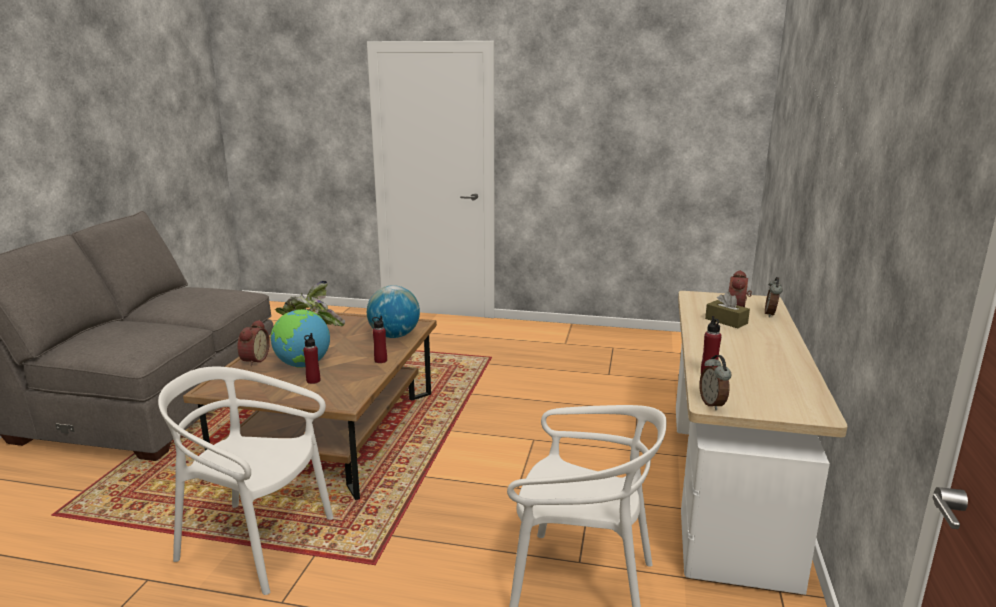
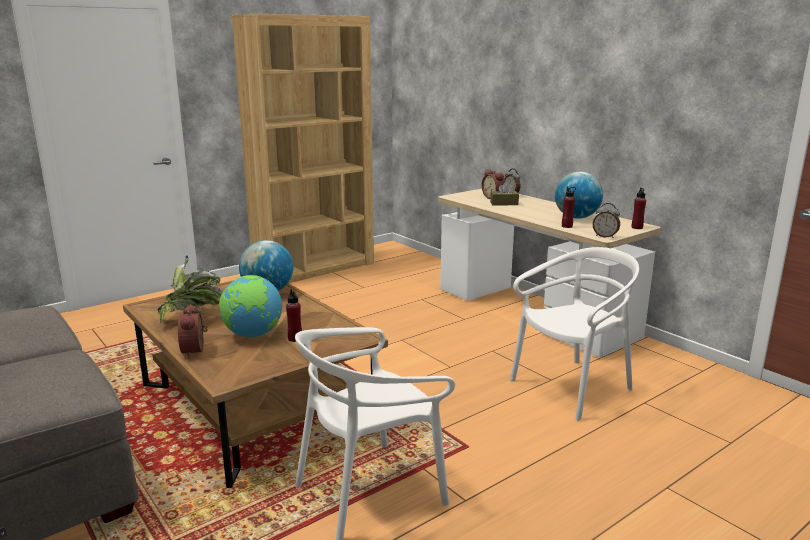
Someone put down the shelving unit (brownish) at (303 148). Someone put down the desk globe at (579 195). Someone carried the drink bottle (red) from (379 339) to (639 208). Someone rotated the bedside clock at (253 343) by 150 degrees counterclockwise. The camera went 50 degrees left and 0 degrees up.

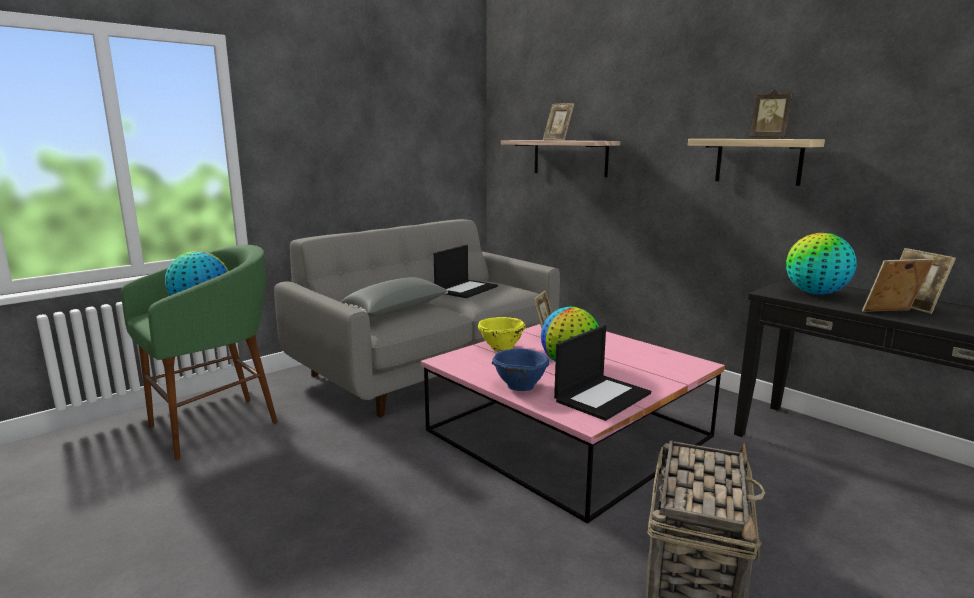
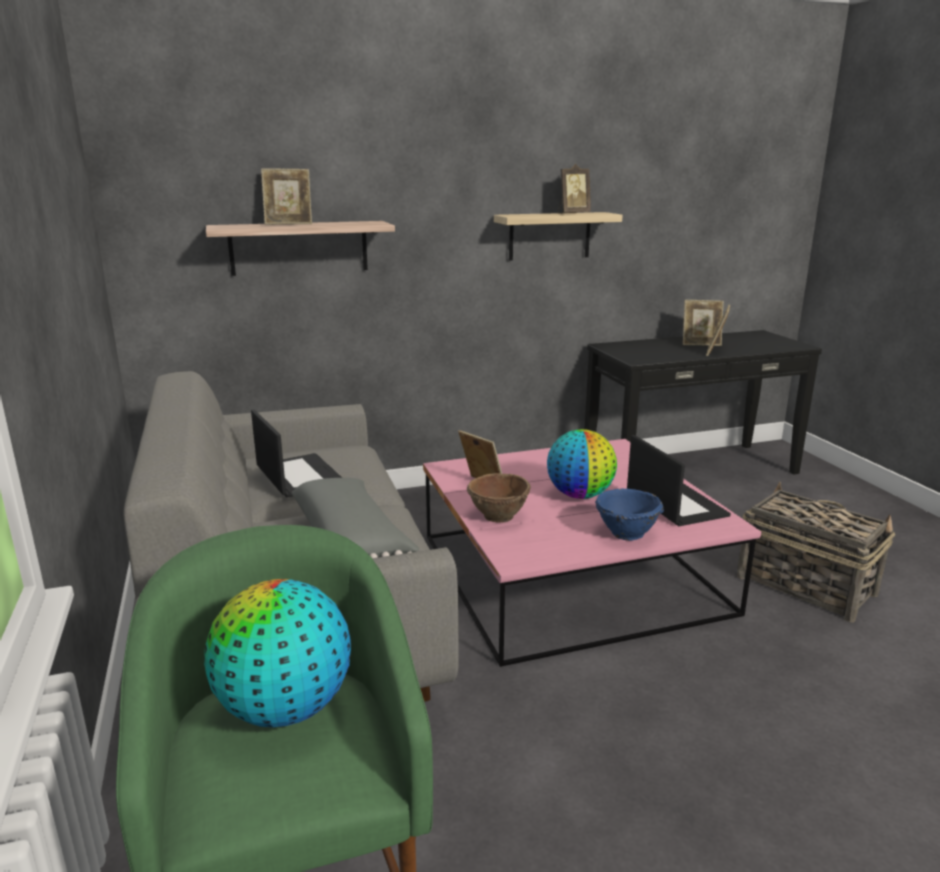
Someone took away the desk globe at (821 264). Someone repainted the deep dish (yellow) at (502 334), which became the deep dish (brownish) at (499 498). The camera went 65 degrees left and 5 degrees up.

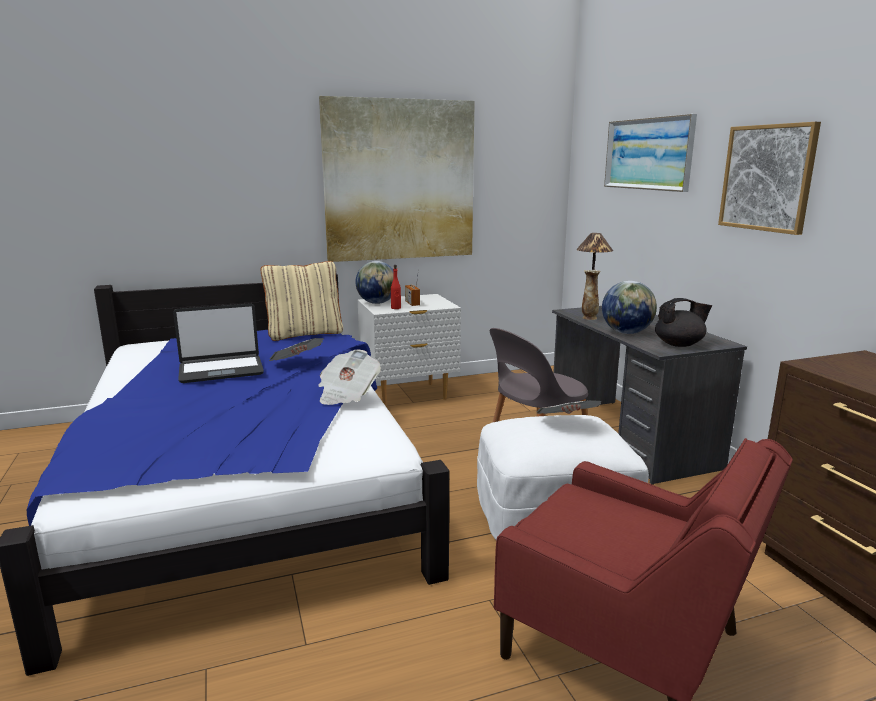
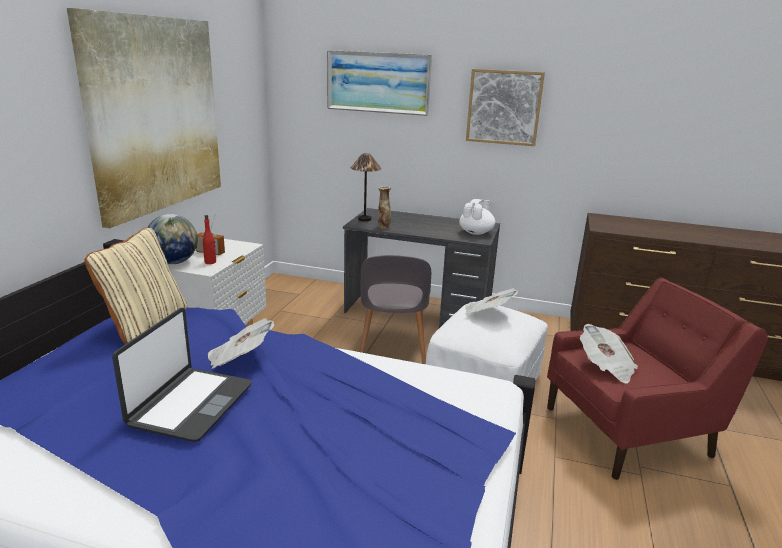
Someone took away the desk globe at (629 307). Someone carried the newspaper from (349 377) to (609 354). Someone repainted the pot for tea (black) at (683 322), which became the pot for tea (white-coloured) at (477 217). The camera went 55 degrees left and 5 degrees up.

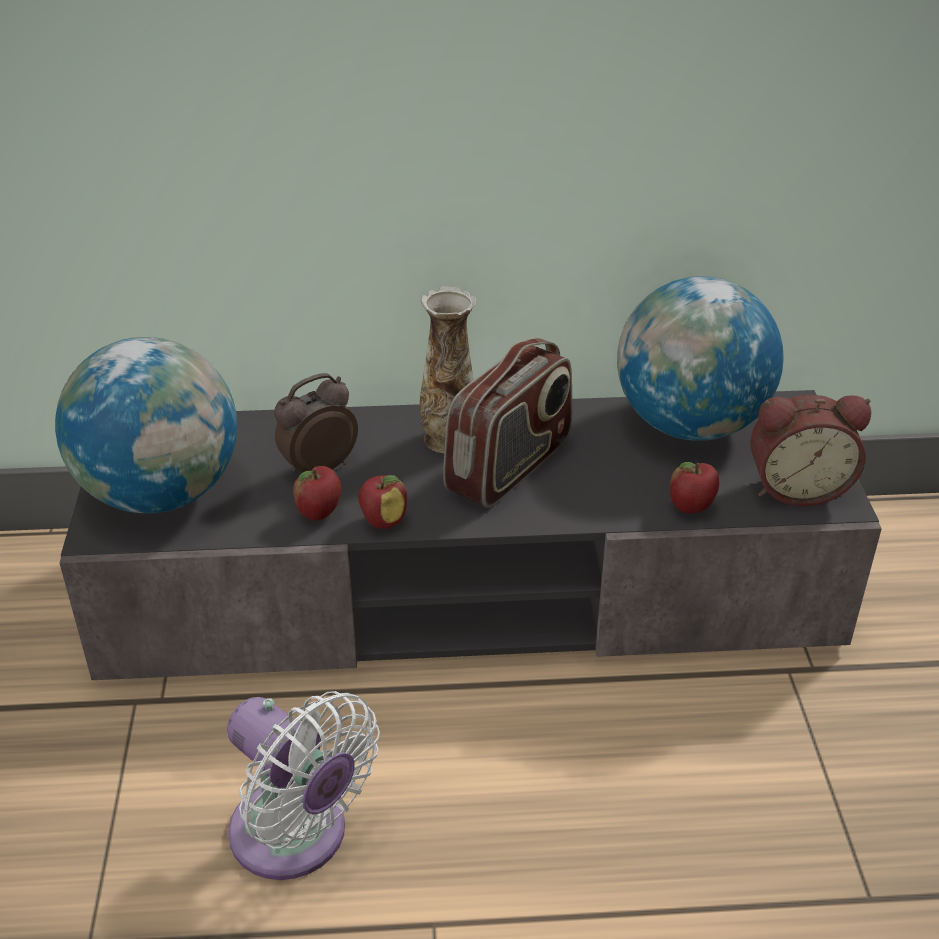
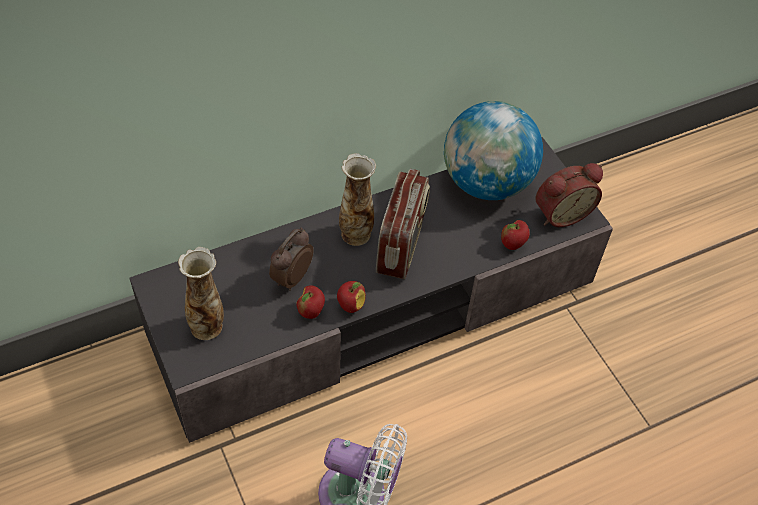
Someone swapped the desk globe at (146 425) for the vase at (201 293). The camera went 25 degrees left and 15 degrees up.

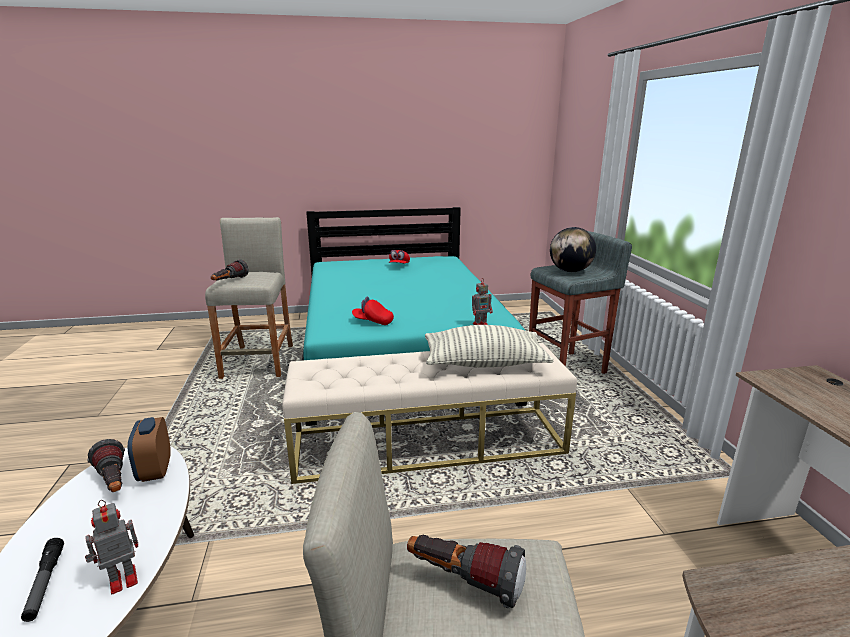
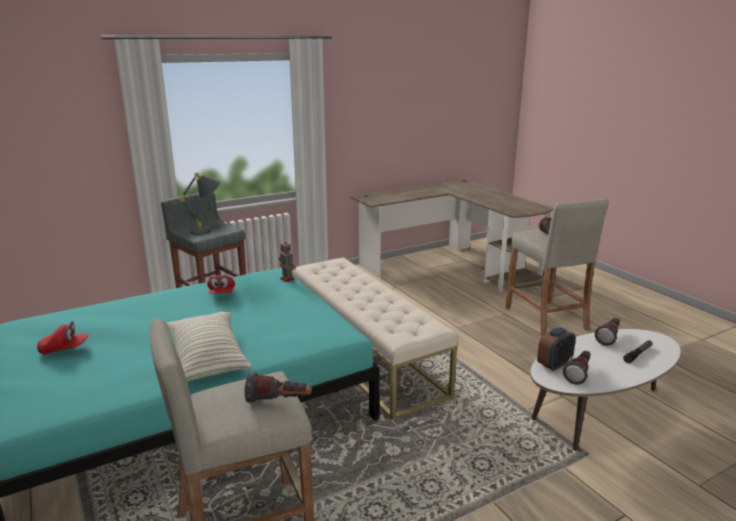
Someone carried the baseball cap (red) from (373 311) to (221 284). Someone carried the throw pillow from (489 346) to (209 346). Someone swapped the robot figure at (111 547) for the torch at (607 332). Someone swapped the desk globe at (573 249) for the lamp for a table (greyish) at (200 203). The camera went 110 degrees left and 0 degrees up.

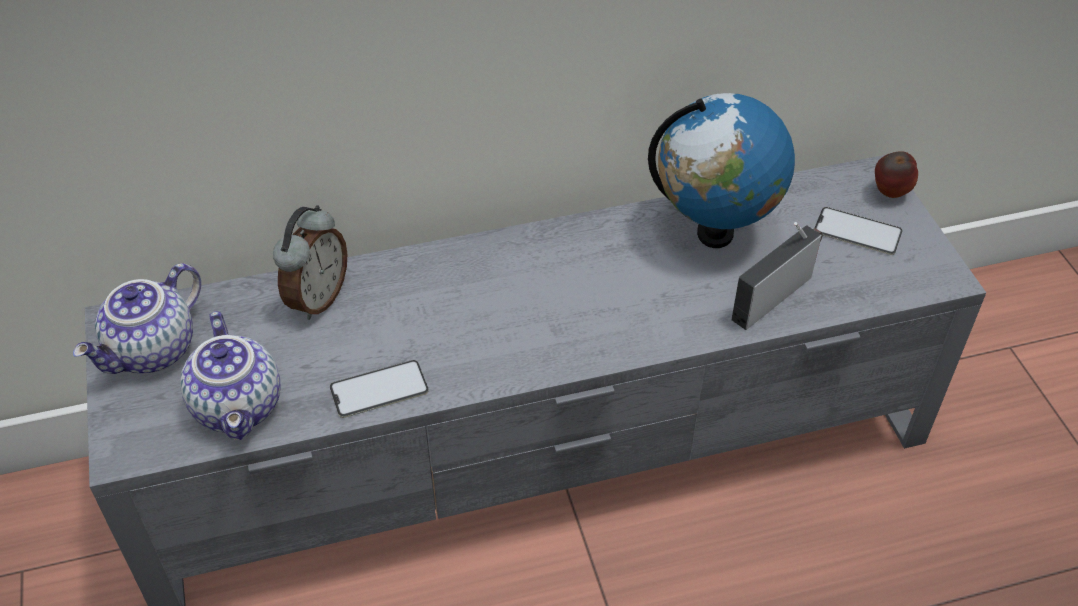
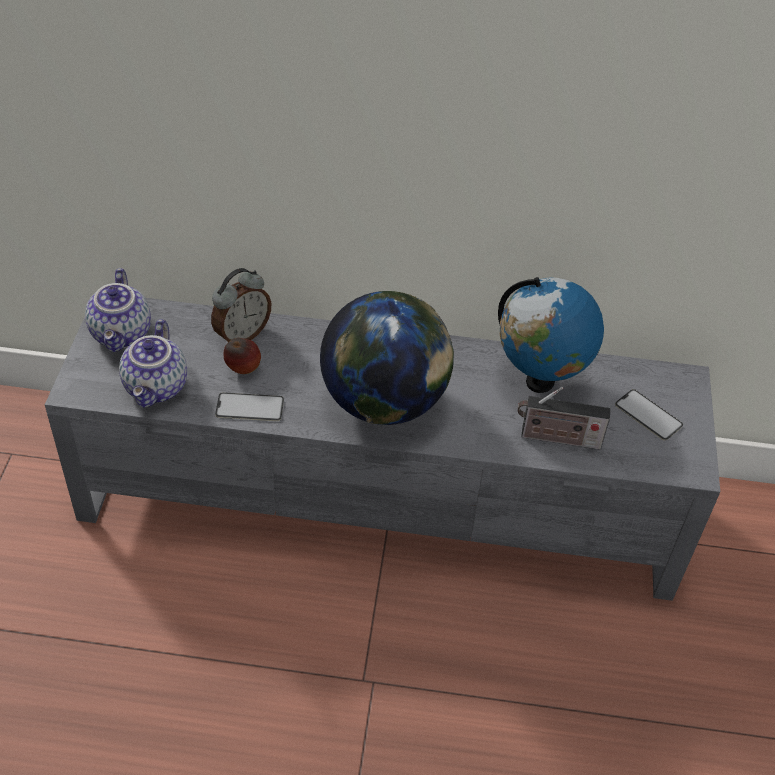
Someone put down the desk globe at (387 358). Someone carried the apple fruit from (896 174) to (242 356). Someone rotated the pot for tea at (137 318) by 60 degrees counterclockwise. Someone rotated the radio at (777 276) by 150 degrees counterclockwise. The camera went 20 degrees right and 0 degrees up.

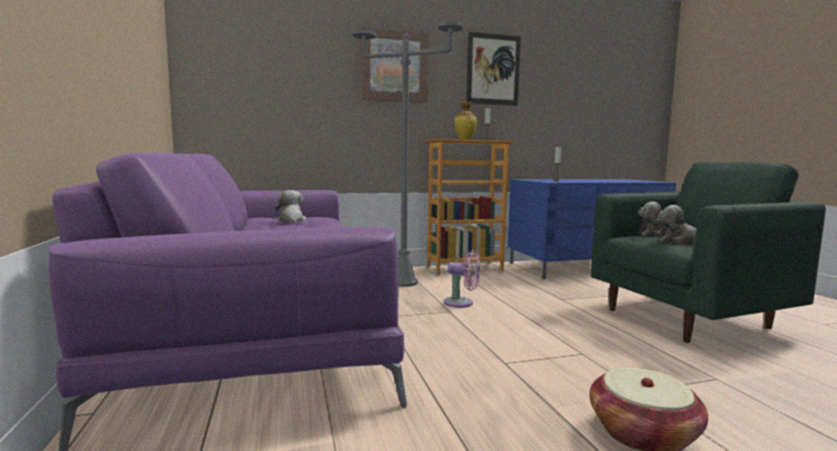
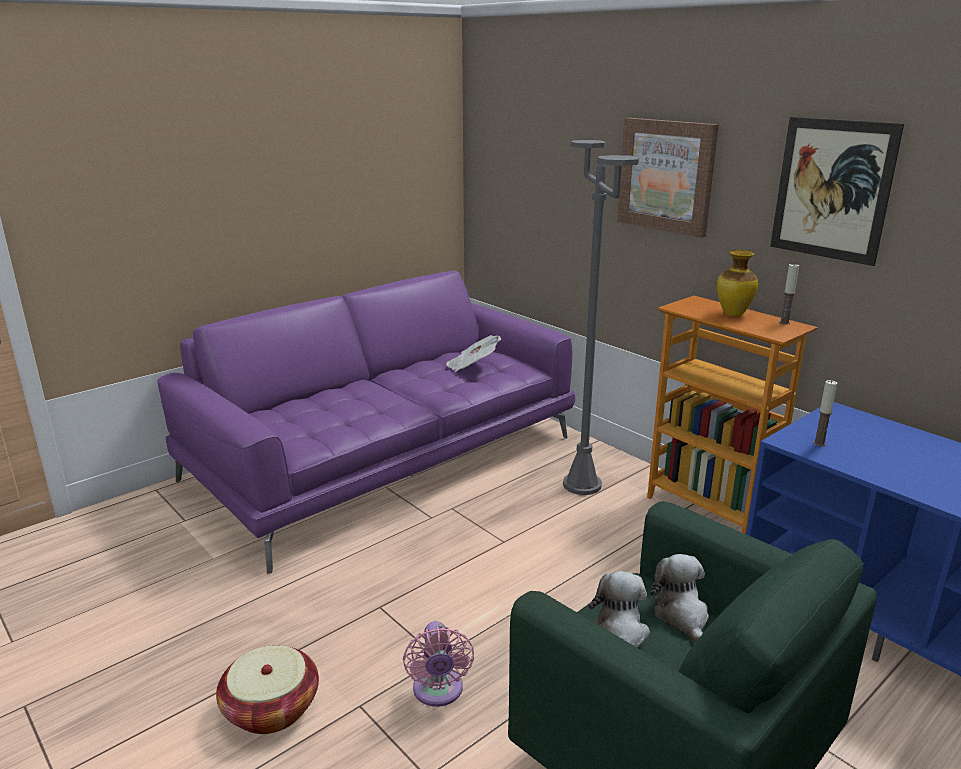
Someone carried the cooling fan (pinkish) from (462 279) to (438 664). Someone swapped the plush toy at (291 207) for the newspaper at (473 353). The camera went 65 degrees right and 15 degrees up.

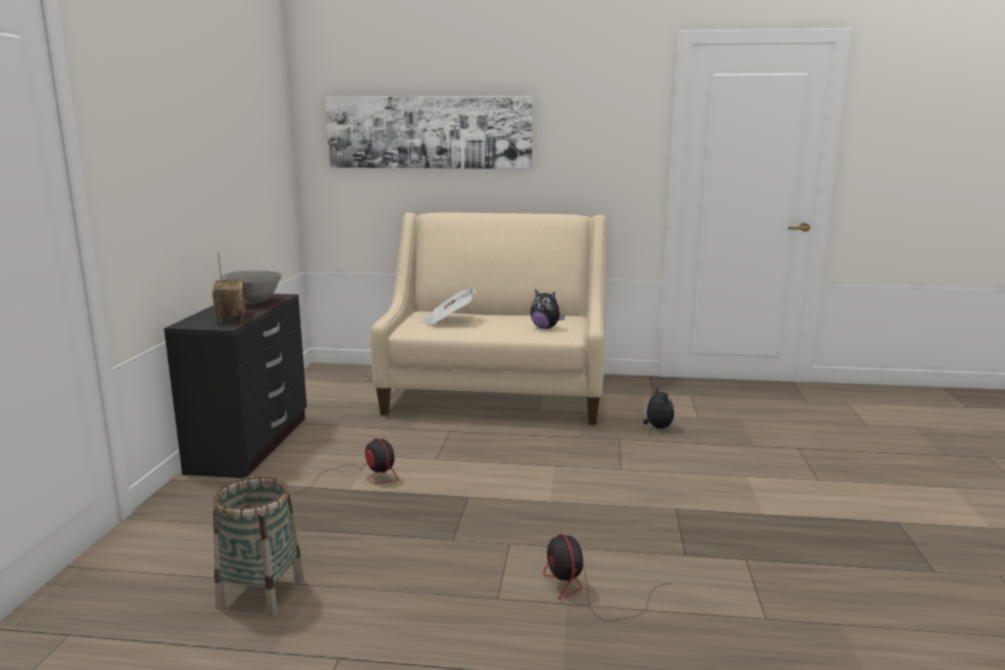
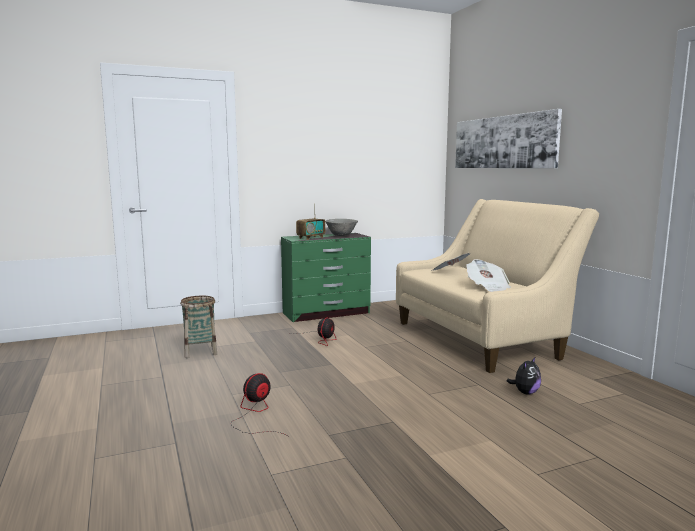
Someone swapped the plush toy at (547 309) for the newspaper at (488 275). Someone repainted the chest of drawers (black) at (235 386), which became the chest of drawers (greenish) at (326 277). The camera went 60 degrees right and 5 degrees down.

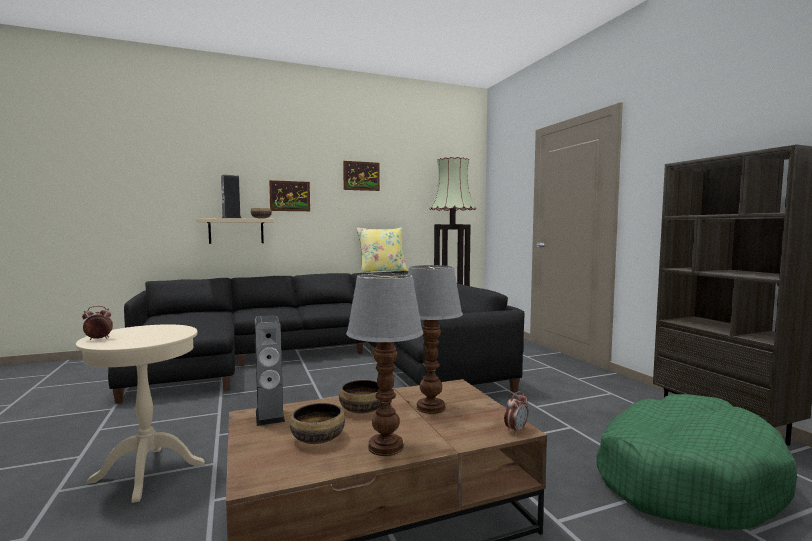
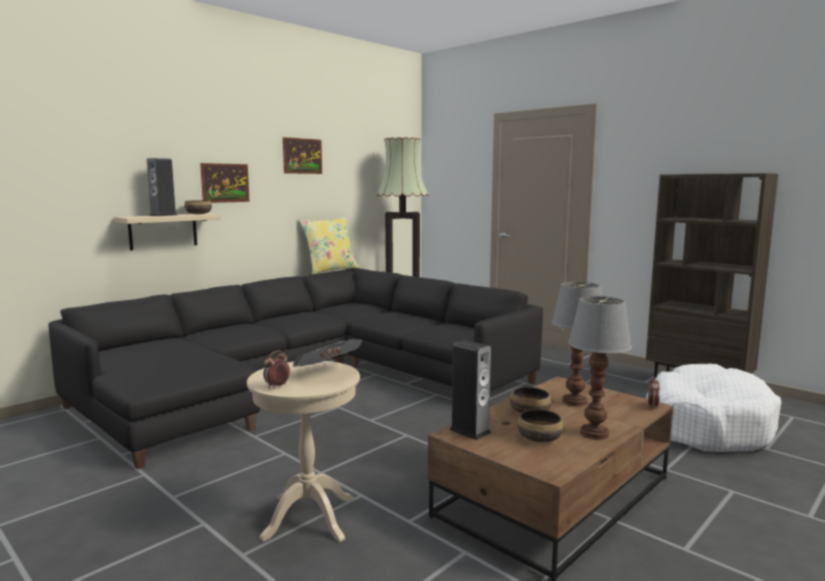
Someone put down the newspaper at (327 353). Someone repainted the dog bed (greenish) at (696 462), which became the dog bed (white-coloured) at (713 408). The camera went 25 degrees left and 5 degrees up.

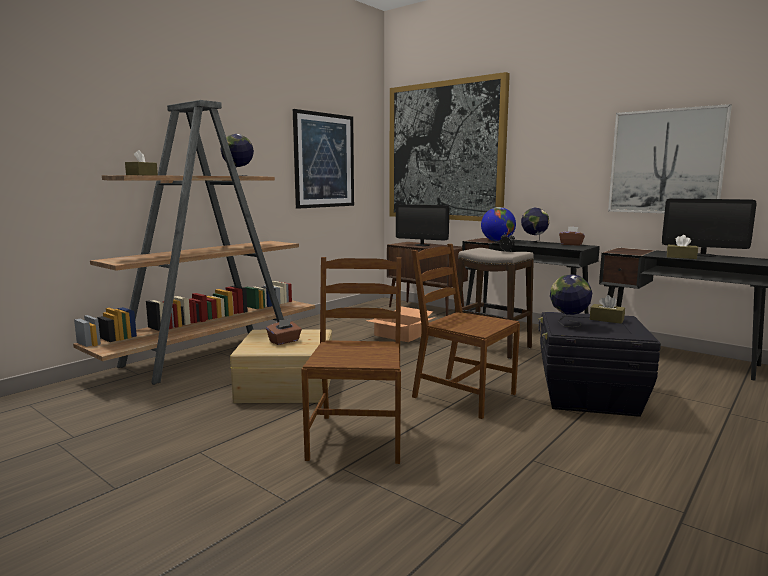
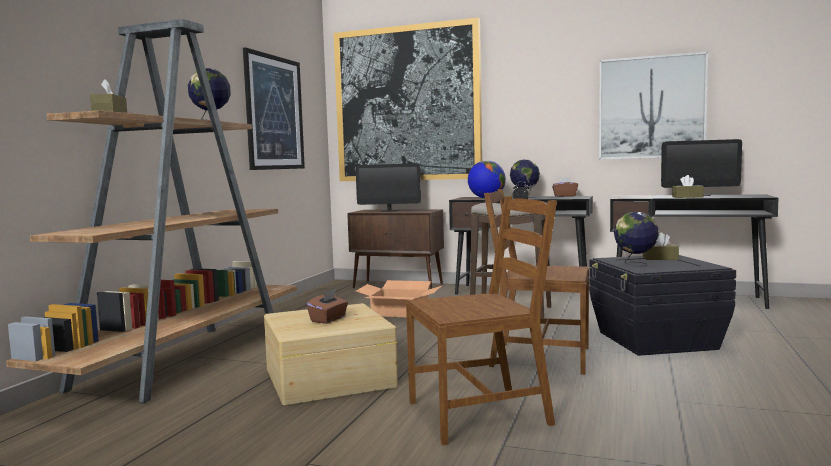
Someone rotated the plain chair (brownish) at (351 360) by 90 degrees clockwise. The camera went 20 degrees left and 5 degrees down.

